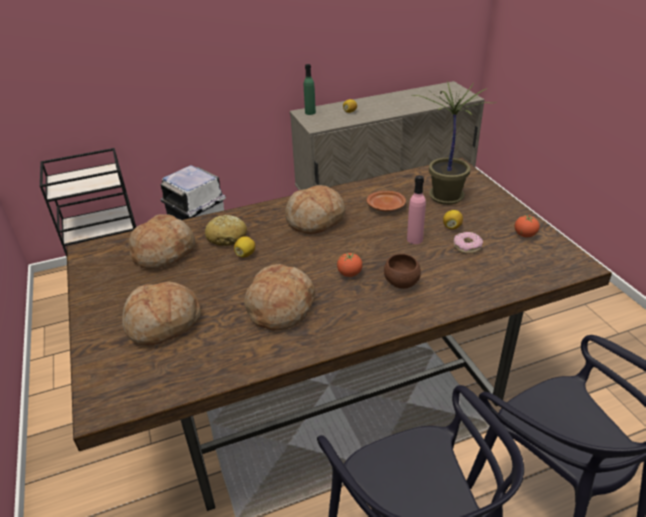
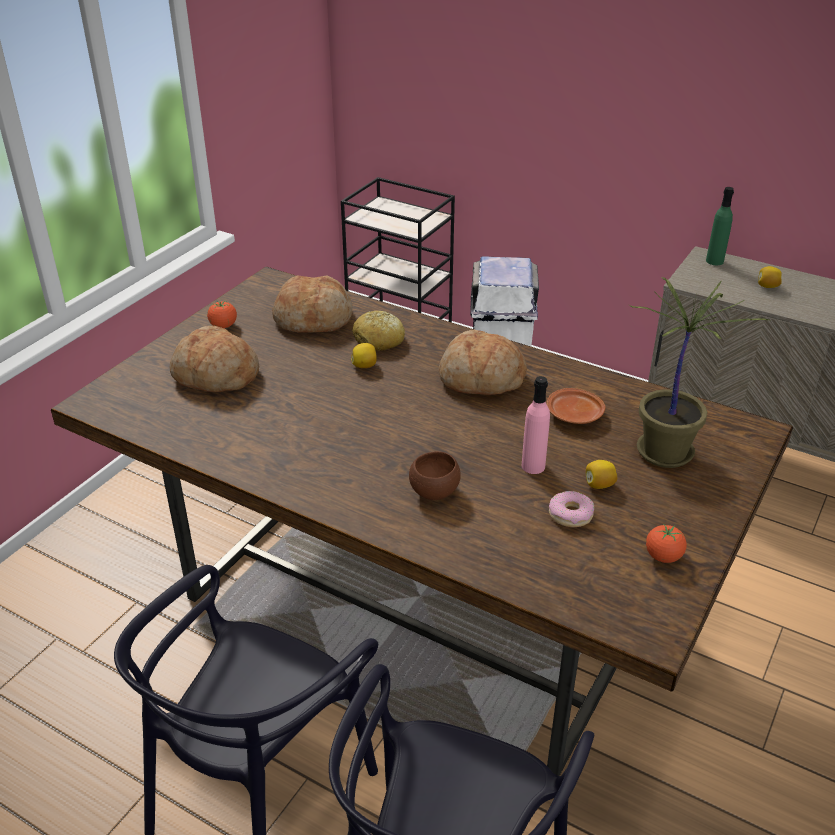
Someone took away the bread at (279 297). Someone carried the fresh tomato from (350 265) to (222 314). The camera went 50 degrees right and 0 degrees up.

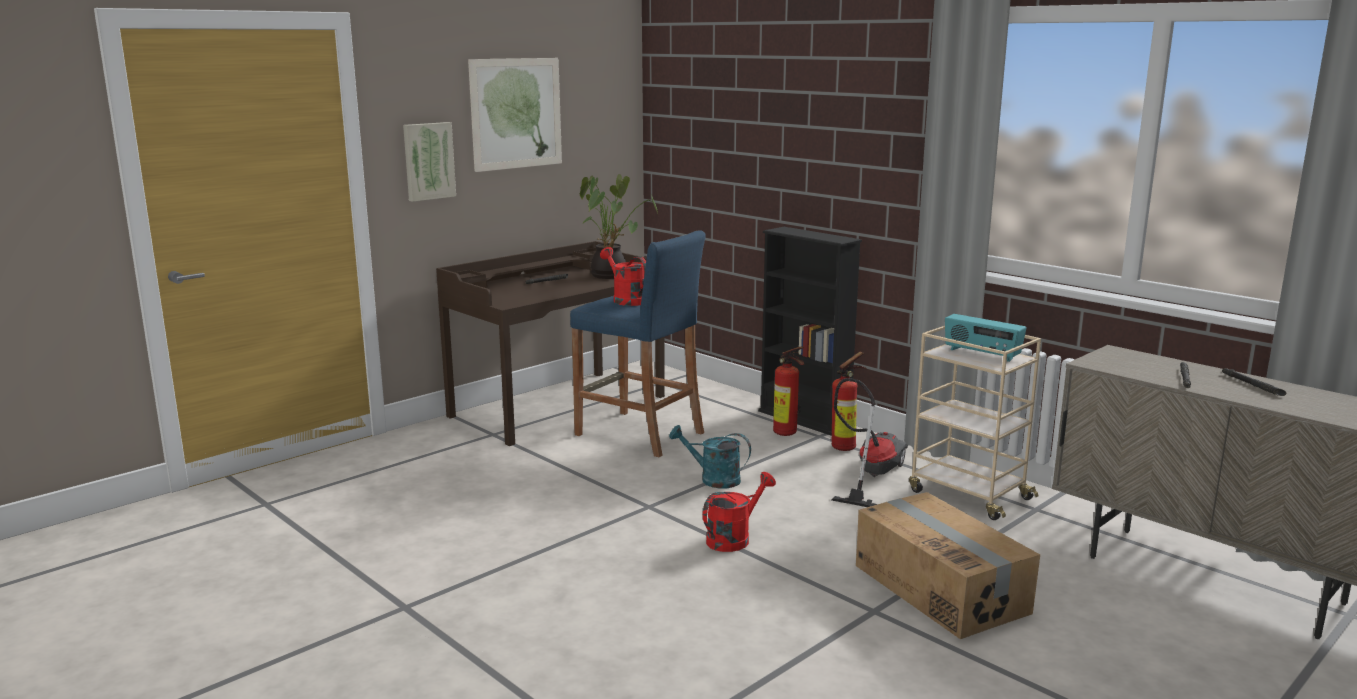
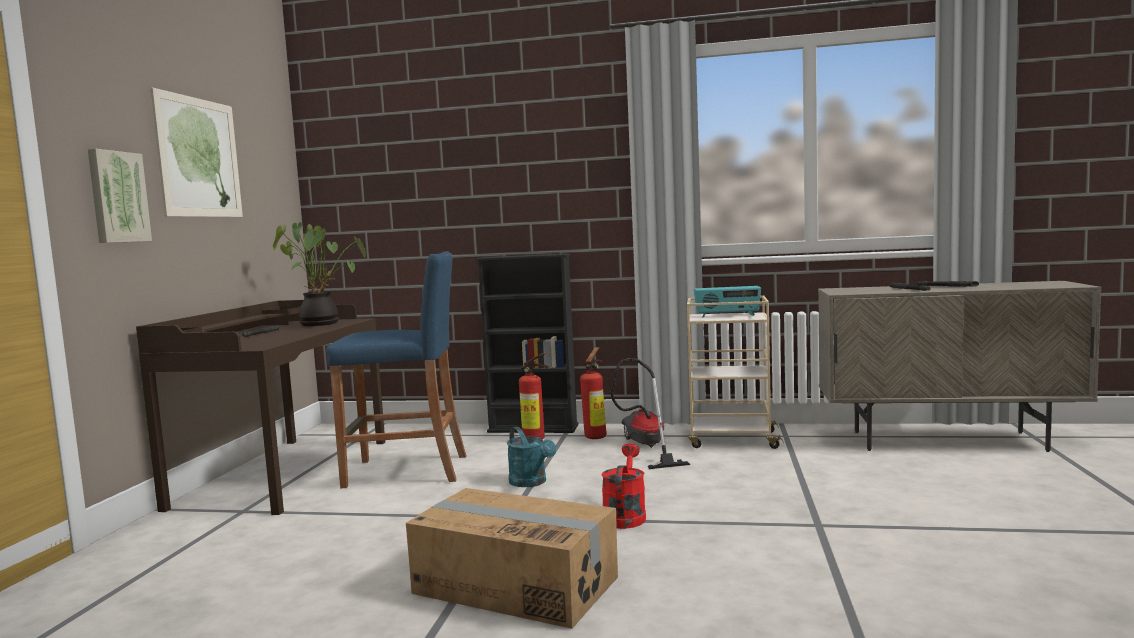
Someone took away the watering pot (red) at (623 276). Someone carried the cardboard box from (948 565) to (512 558). Someone rotated the watering pot (turquoise) at (710 456) by 105 degrees counterclockwise. The camera went 35 degrees left and 10 degrees down.

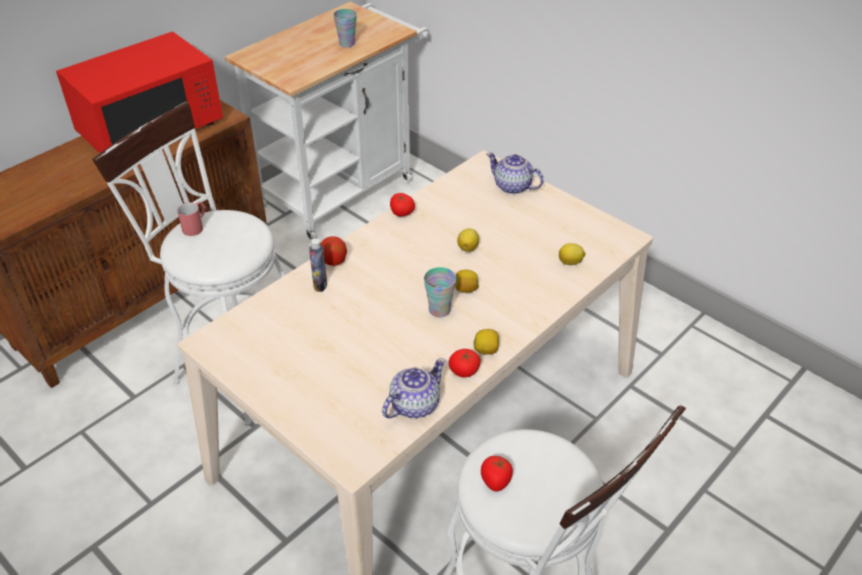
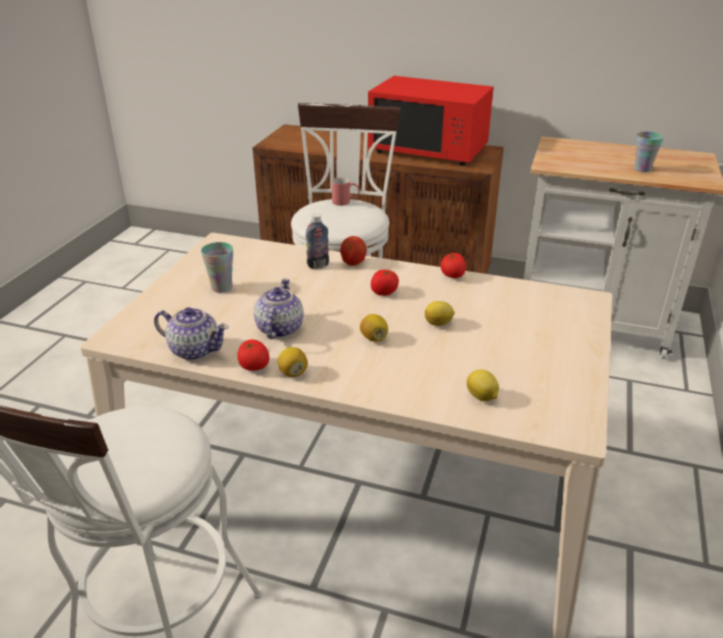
Someone carried the drinking cup from (440 292) to (217 267). Someone carried the fresh tomato from (497 473) to (385 283). Someone carried the pot for tea from (515 173) to (279 308). The camera went 65 degrees right and 10 degrees down.

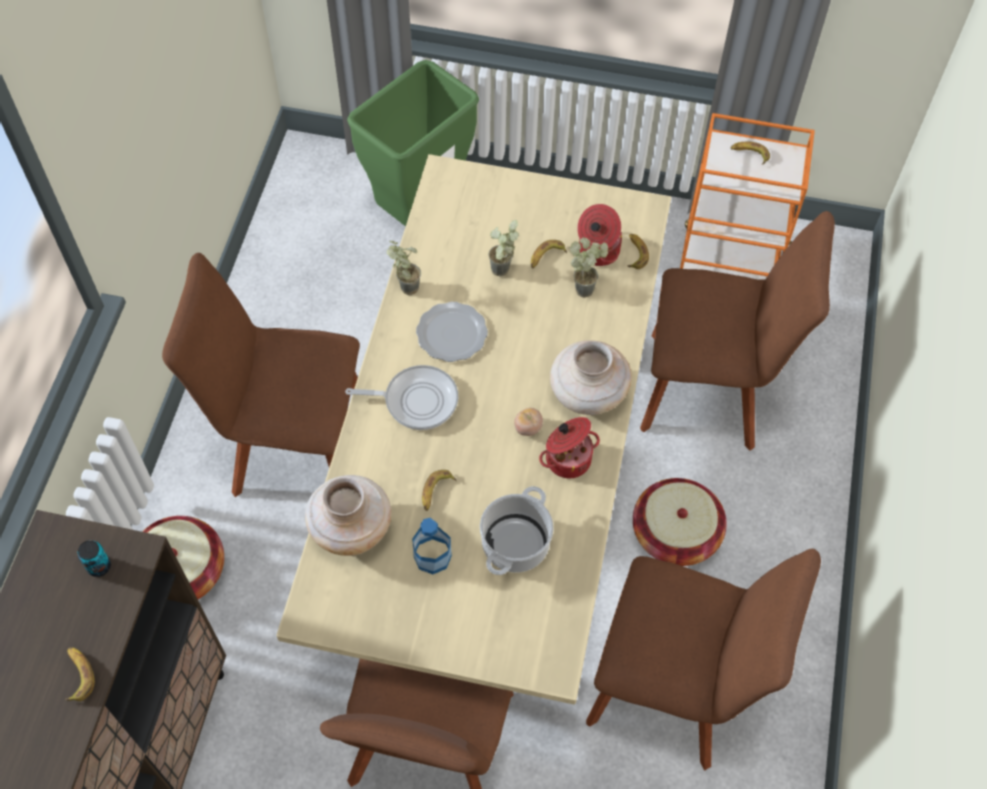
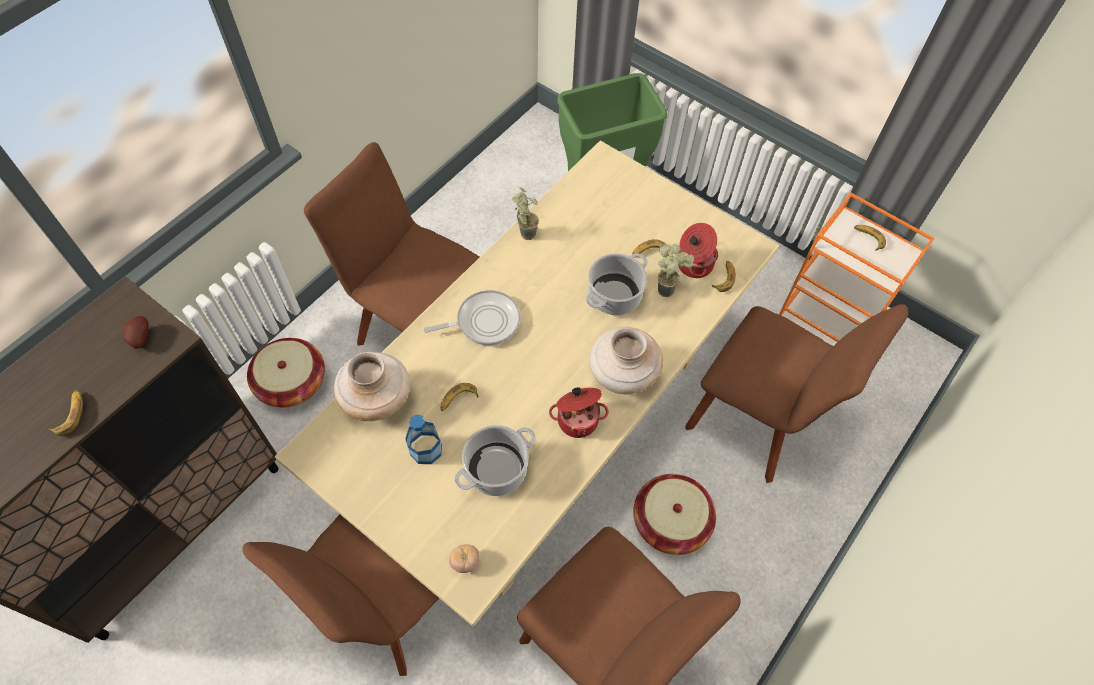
Someone took away the flat dish at (452 332). Someone took away the potted plant at (503 248). Someone put down the cooking pot at (617 284). Someone carried the fresh tomato from (528 422) to (464 558). Someone swapped the metal can at (94 558) for the potato at (136 332). Someone rotated the pan at (401 397) by 45 degrees counterclockwise. The camera went 25 degrees right and 0 degrees up.

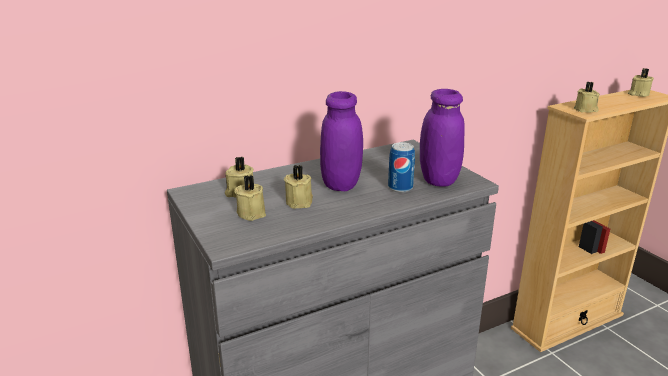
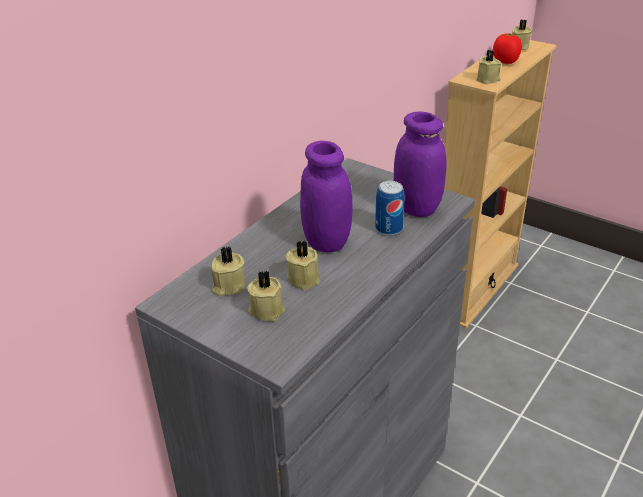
Someone put down the fresh tomato at (507 48). The camera went 25 degrees left and 10 degrees up.

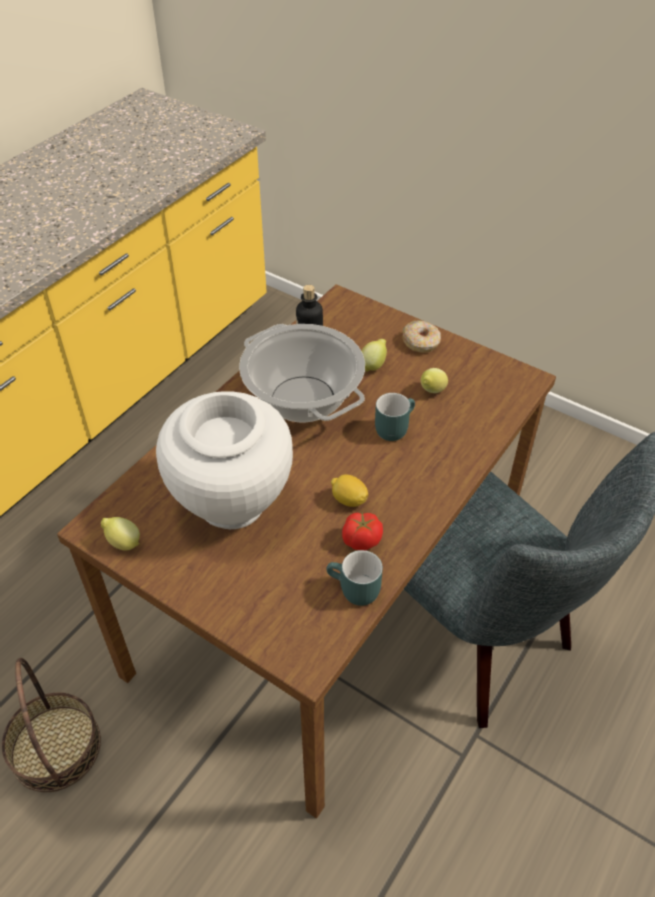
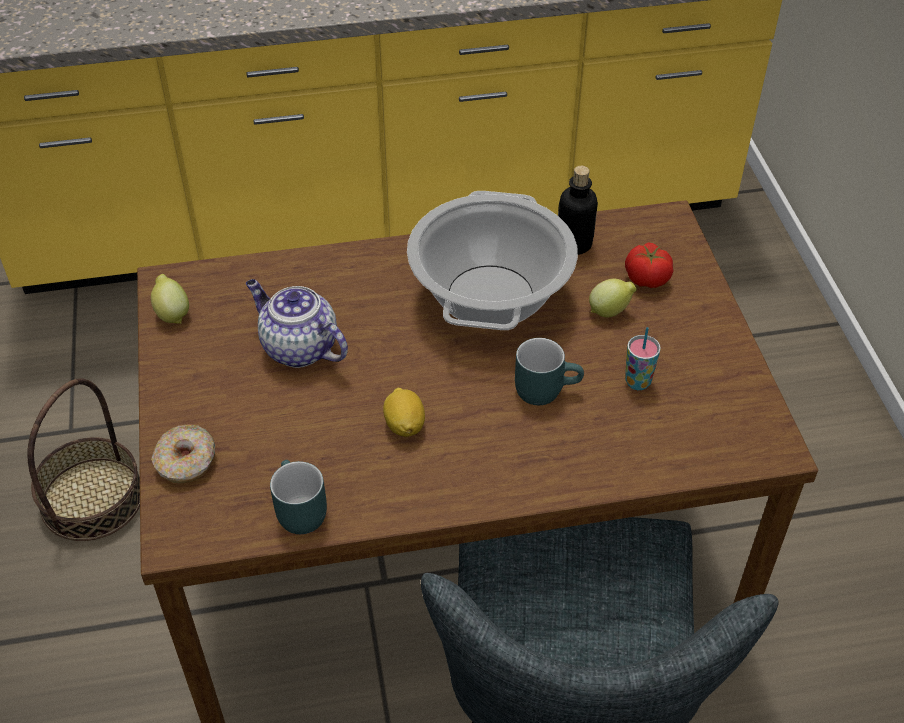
Someone carried the fresh tomato from (362 531) to (649 265). Someone carried the ring doughnut from (421 336) to (183 453). Someone swapped the vase (white-coloured) at (224 460) for the pot for tea at (297 323). Someone swapped the lemon at (434 380) for the drinking cup at (643 358). The camera went 45 degrees right and 0 degrees up.

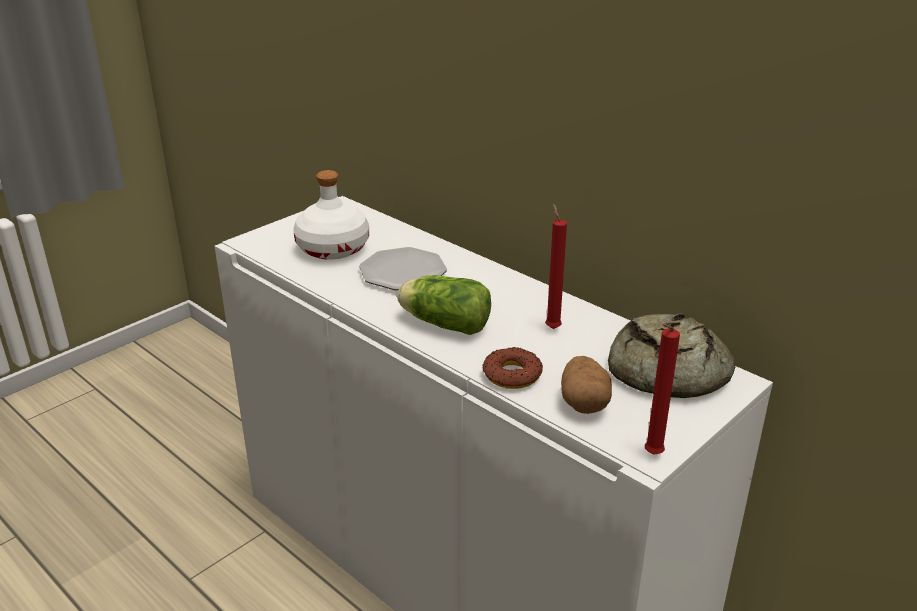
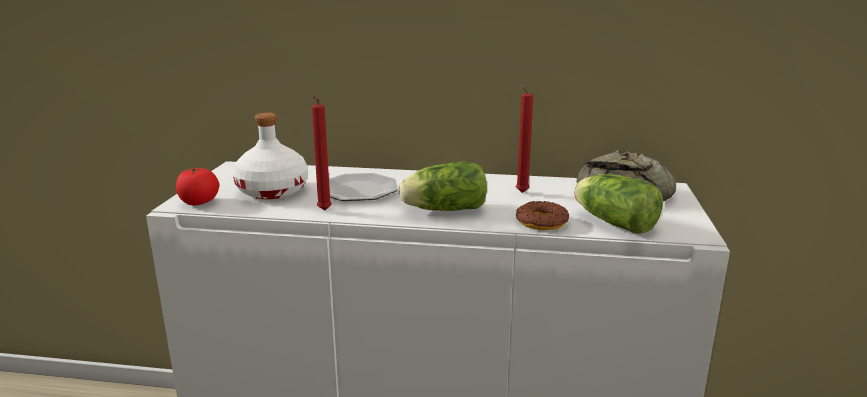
Someone put down the fresh tomato at (197 186). Someone carried the wax candle (red) from (662 389) to (322 153). Someone swapped the potato at (586 385) for the lettuce at (618 204). The camera went 35 degrees left and 10 degrees down.

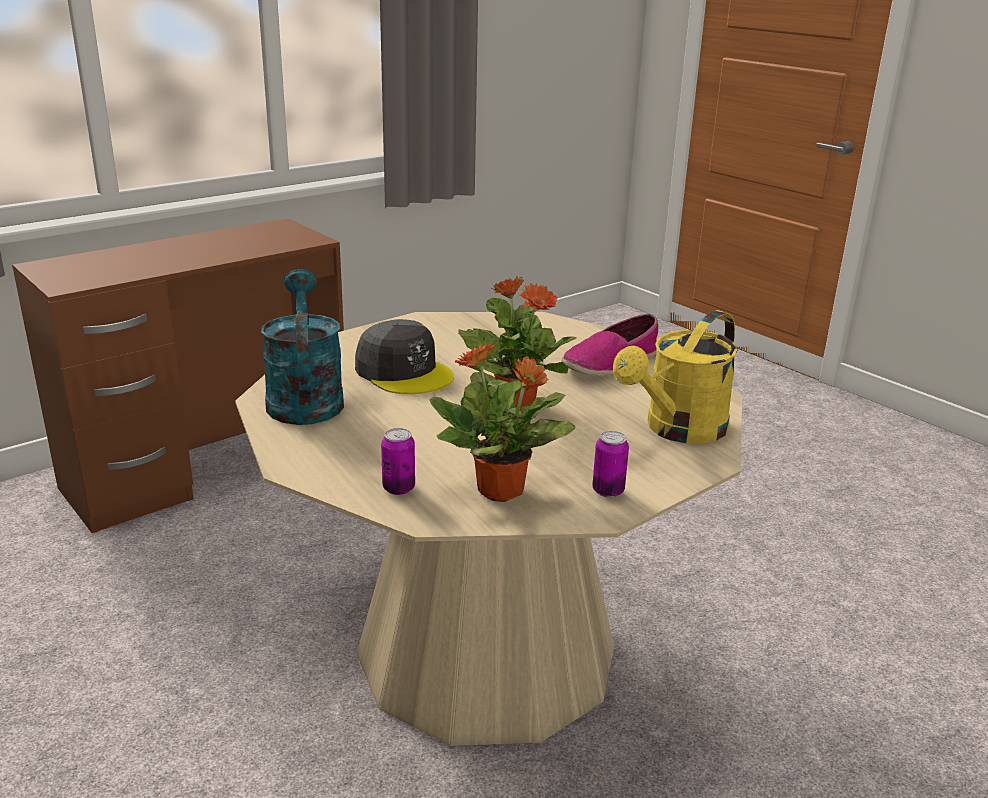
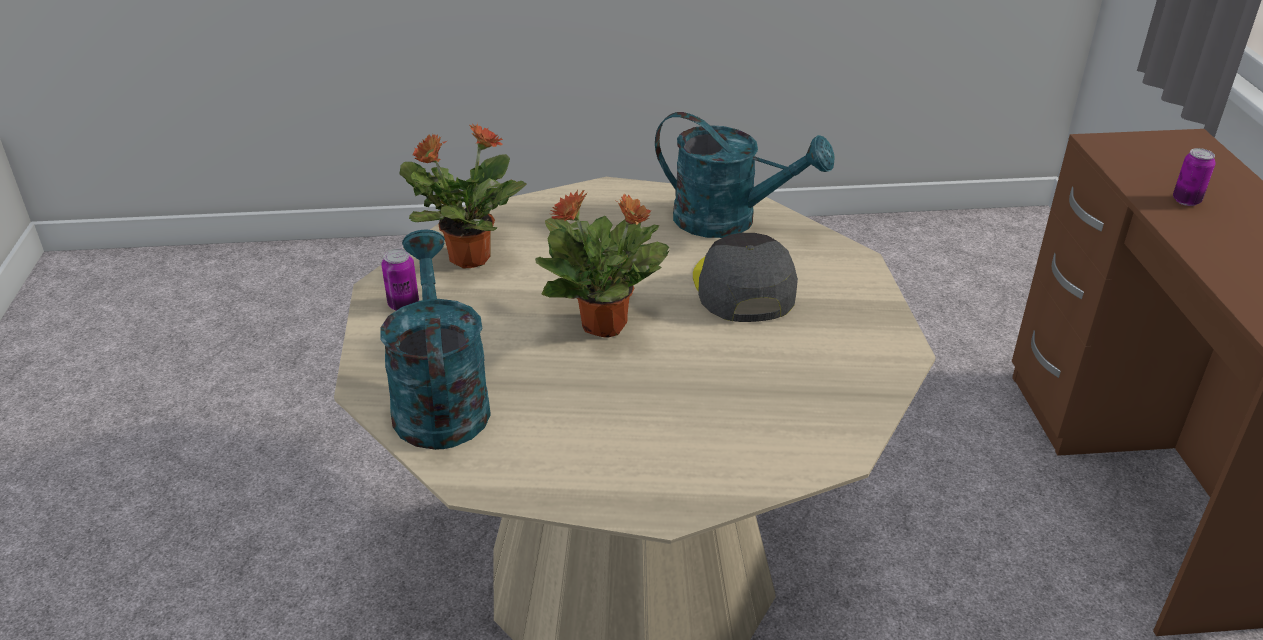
Someone took away the shoe at (610 345). Someone carried the metal can from (398 461) to (1194 177). Someone repainted the watering pot (yellow) at (675 377), which became the watering pot (turquoise) at (435 340). Someone rotated the baseball cap (greyish) at (404 356) by 90 degrees clockwise. The camera went 125 degrees right and 10 degrees up.

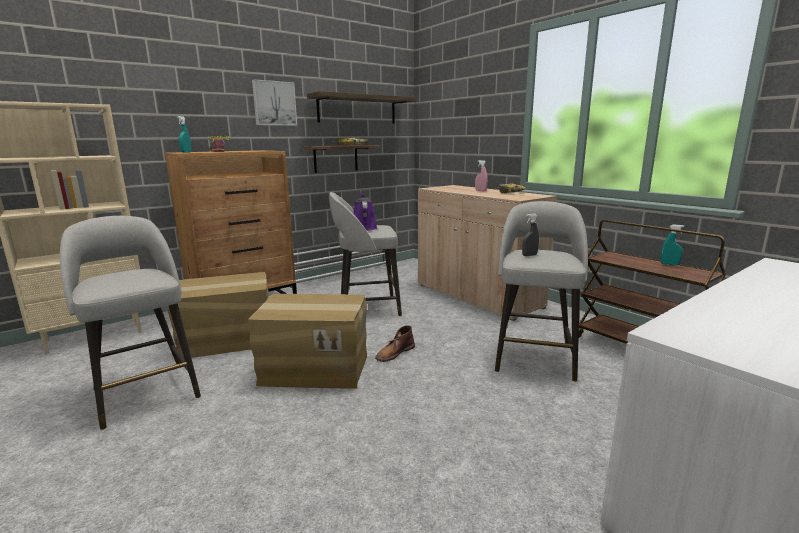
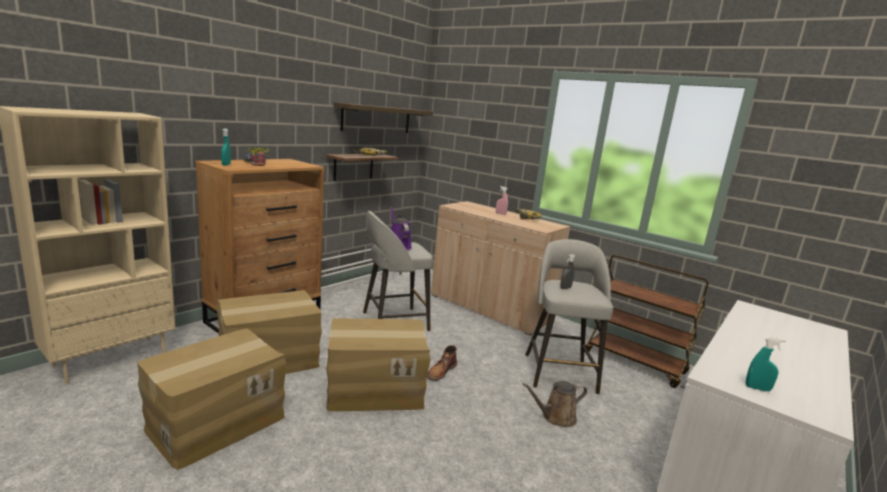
Someone took away the wall art at (274 102). Someone put down the watering pot (brownish) at (554 404). Someone carried the hand sprayer (turquoise) from (672 245) to (765 363). Someone swapped the sitting stool (greyish) at (130 323) for the cardboard box at (212 399). The camera went 15 degrees left and 0 degrees up.

